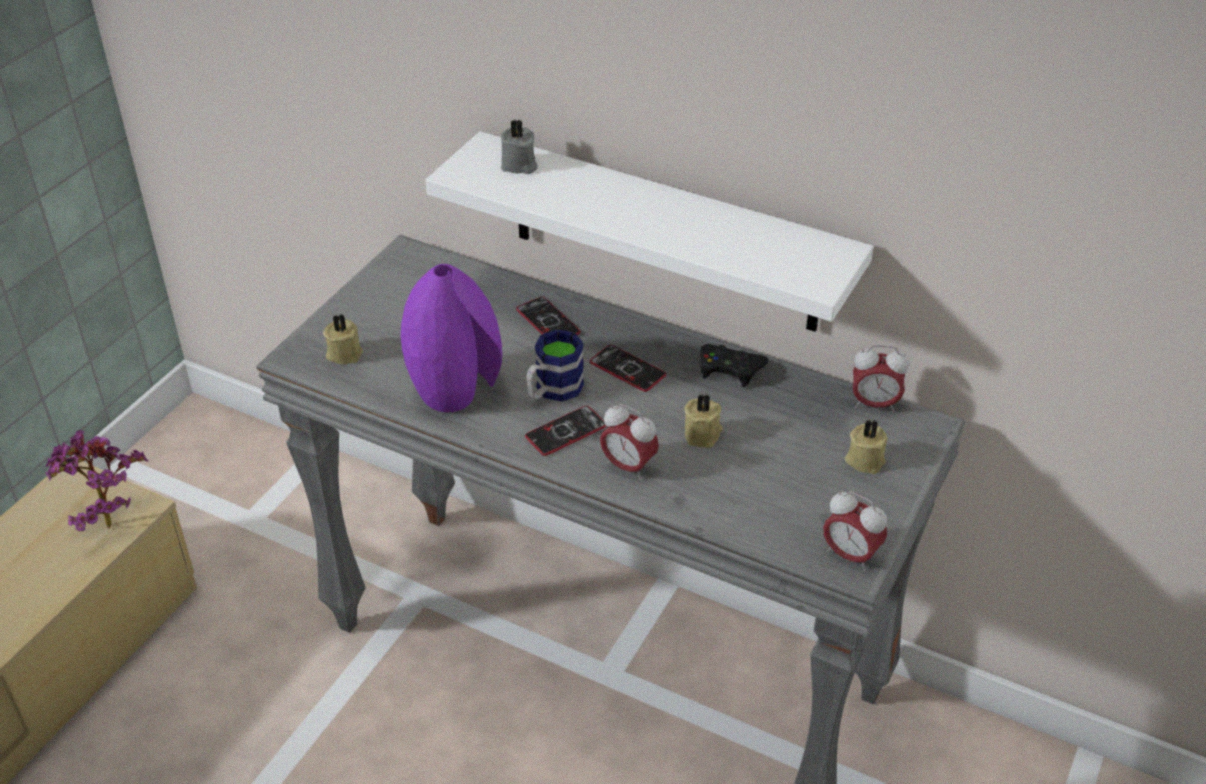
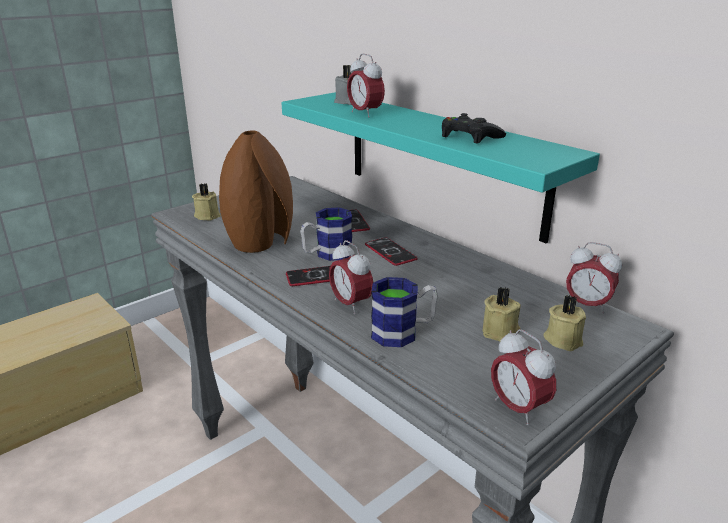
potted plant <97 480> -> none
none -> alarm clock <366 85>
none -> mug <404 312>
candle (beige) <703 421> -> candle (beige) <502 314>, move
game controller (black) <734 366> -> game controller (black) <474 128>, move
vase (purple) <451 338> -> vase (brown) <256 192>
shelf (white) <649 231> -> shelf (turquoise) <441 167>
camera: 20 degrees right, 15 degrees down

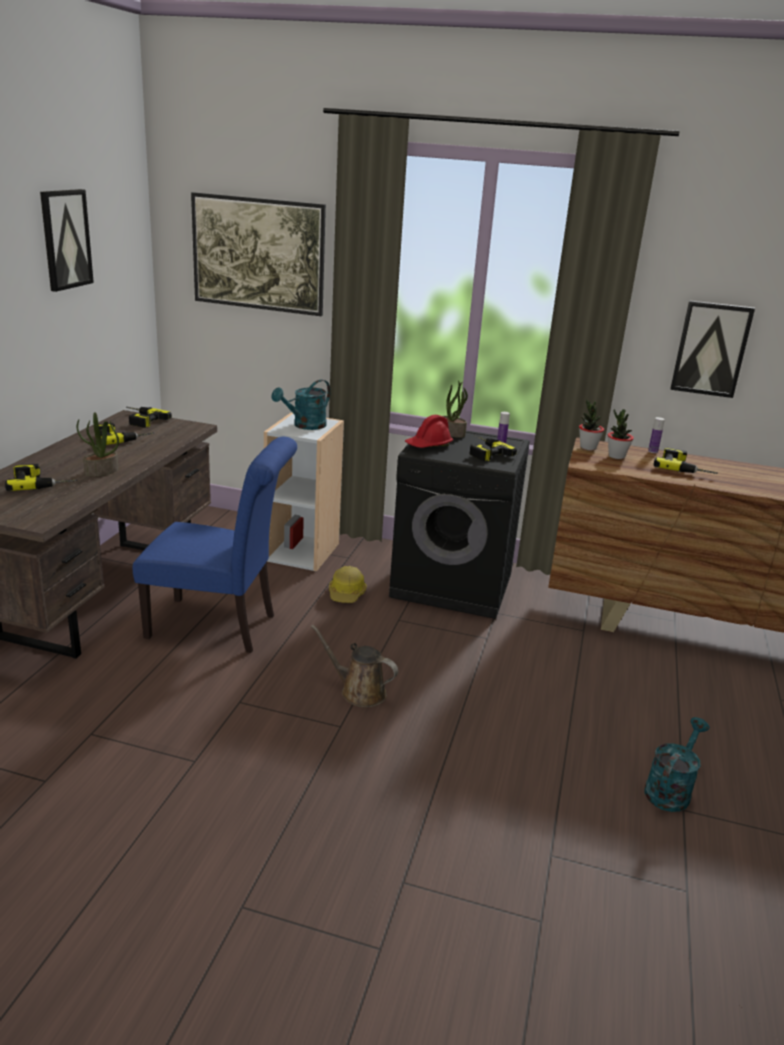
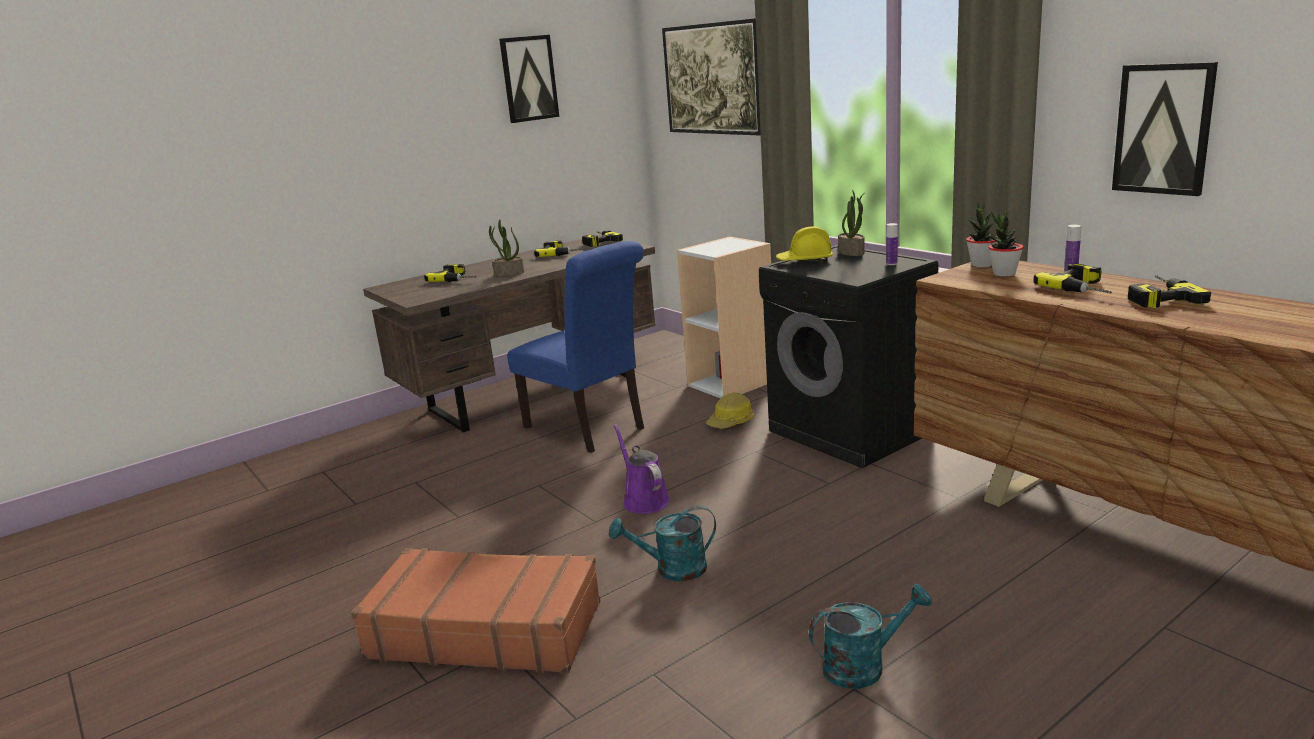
none -> suitcase (brown) <475 611>
watering can (turquoise) <301 405> -> watering can (turquoise) <662 543>, move
power drill <493 448> -> power drill <1169 292>, move
watering can (brown) <354 665> -> watering can (purple) <642 469>
hard hat (red) <429 431> -> hard hat (yellow) <804 244>
camera: 40 degrees right, 5 degrees down

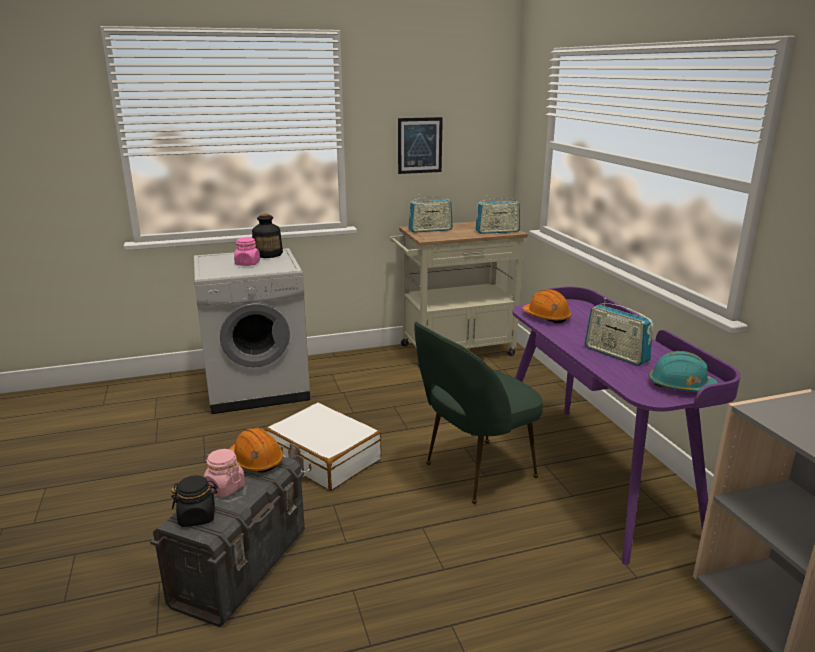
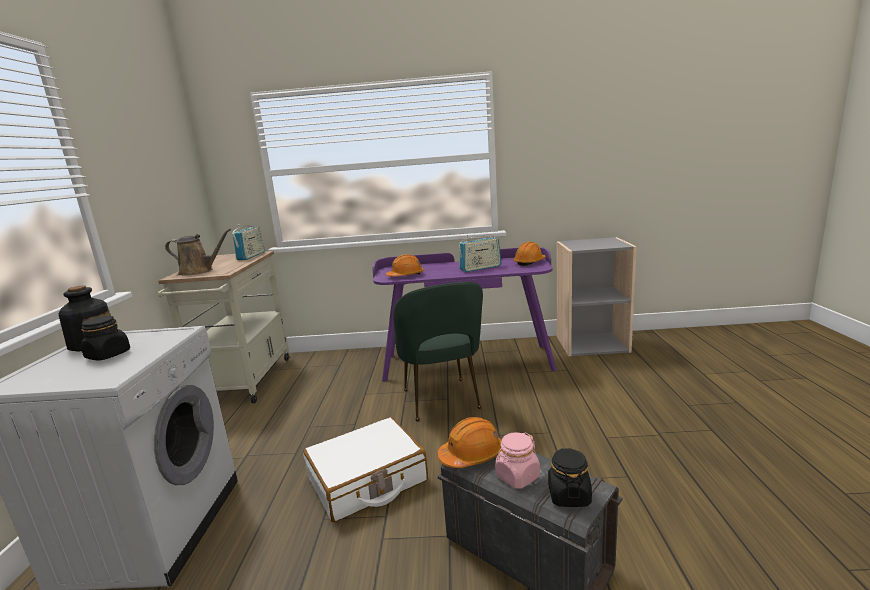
picture <420 145> -> none
radio <430 213> -> watering can (brown) <198 252>
jar (pink) <247 251> -> jar (black) <105 338>
hard hat (turquoise) <683 371> -> hard hat (orange) <530 254>
camera: 70 degrees left, 5 degrees down

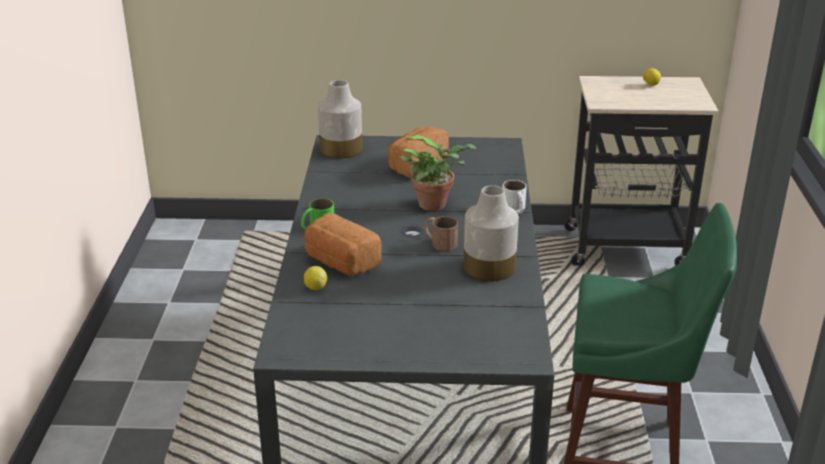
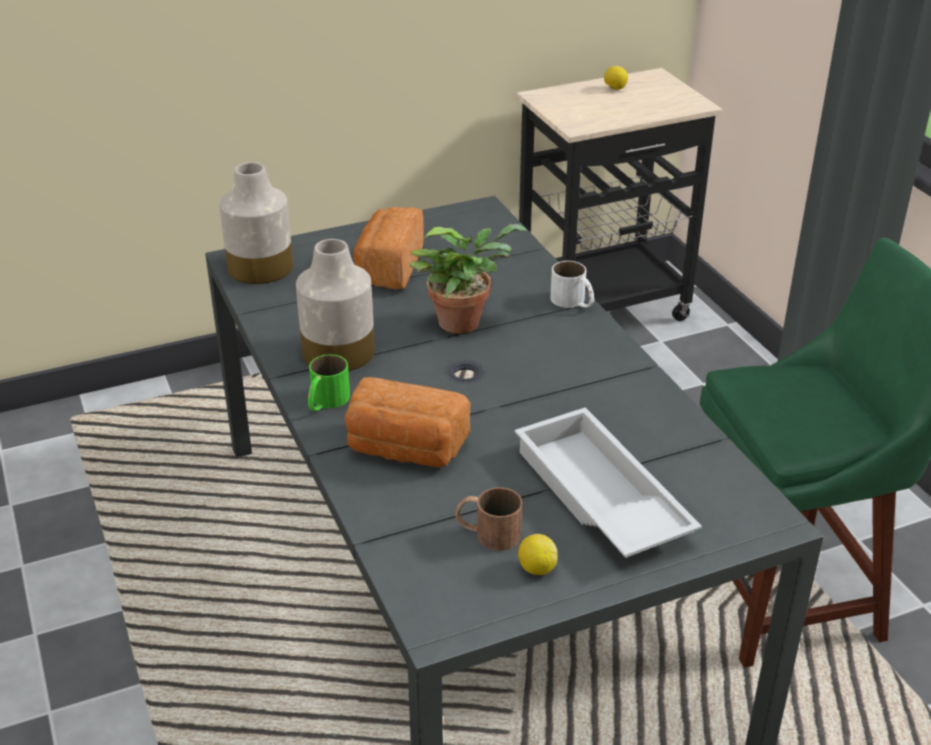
none -> tray (white) <608 482>
lemon <315 278> -> lemon <538 554>, move
mug (brown) <441 233> -> mug (brown) <488 519>, move
vase (beige) <491 233> -> vase (beige) <335 305>, move
camera: 25 degrees left, 5 degrees up

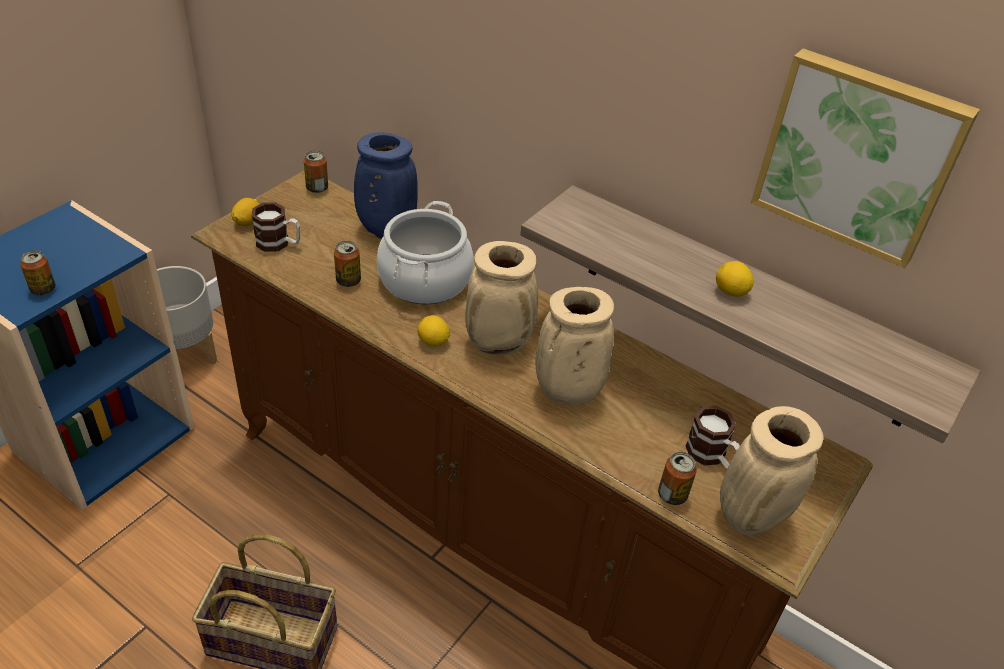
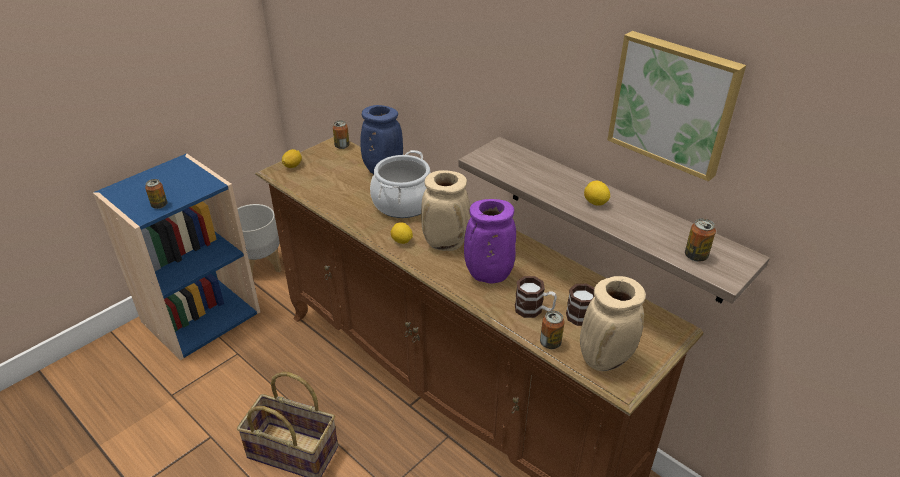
mug <276 227> -> mug <536 297>, move
can <347 264> -> can <700 240>, move
vase (beige) <574 346> -> vase (purple) <490 241>
camera: 10 degrees right, 5 degrees down

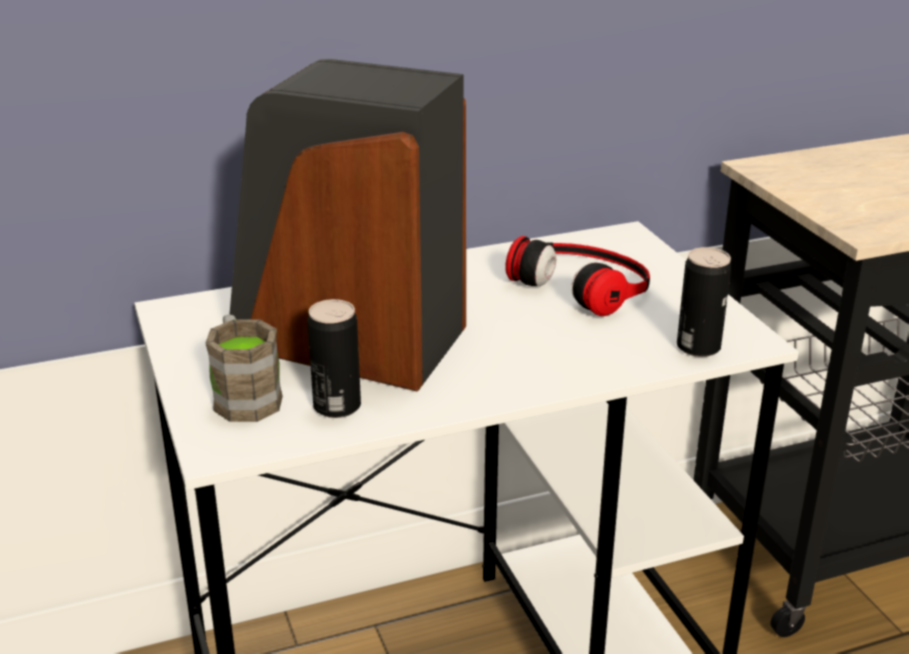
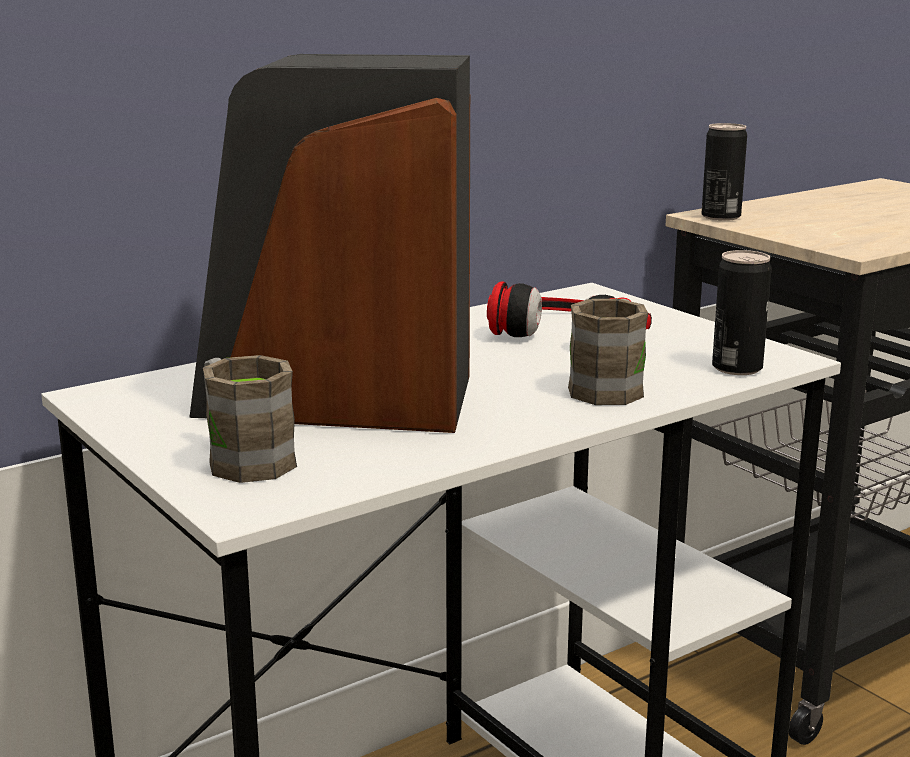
none -> mug (brown) <608 352>
can <334 358> -> can <724 172>, move
camera: 15 degrees left, 10 degrees down

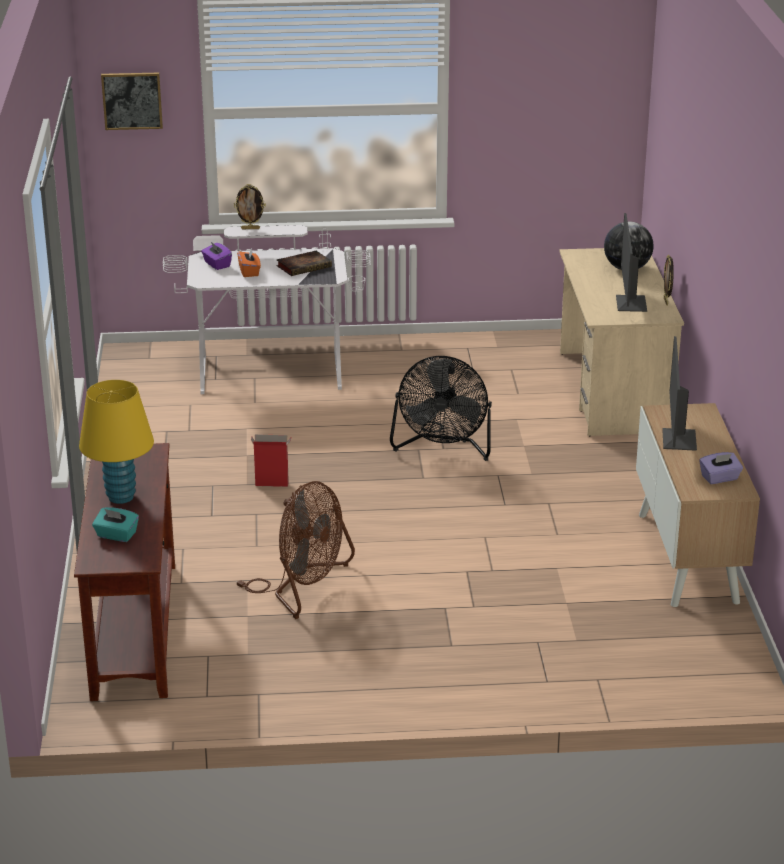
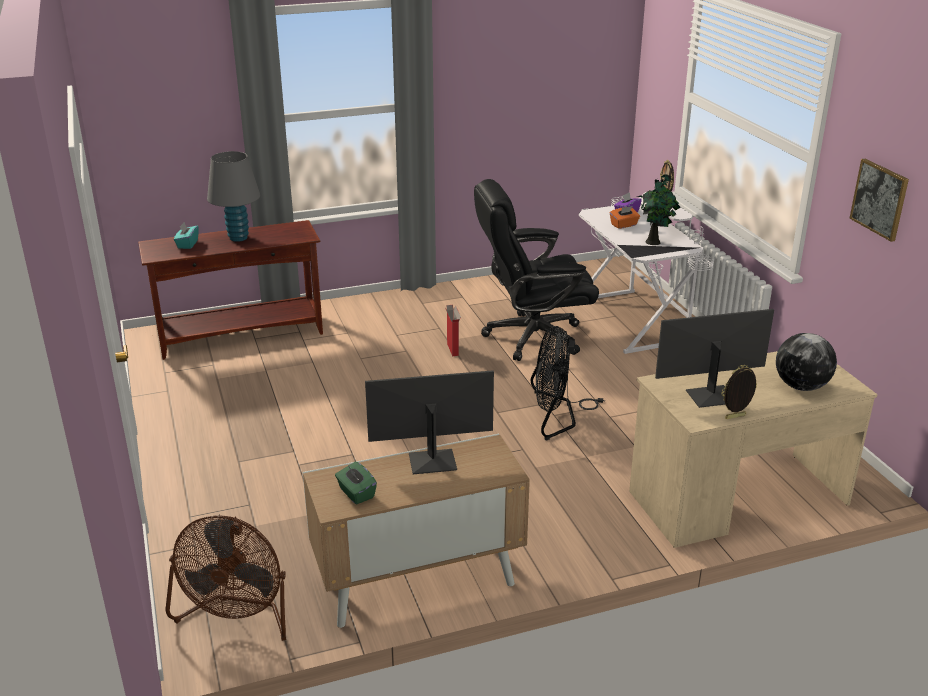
none -> office chair (black) <536 270>
picture <132 101> -> picture <879 200>, move
fan (brown) <295 550> -> fan (brown) <225 577>, move
book <304 263> -> potted plant <659 209>
table lamp (yellow) <116 442> -> table lamp (grey) <233 196>
tissue box (purple) <721 468> -> tissue box (green) <356 483>
camera: 75 degrees right, 0 degrees up

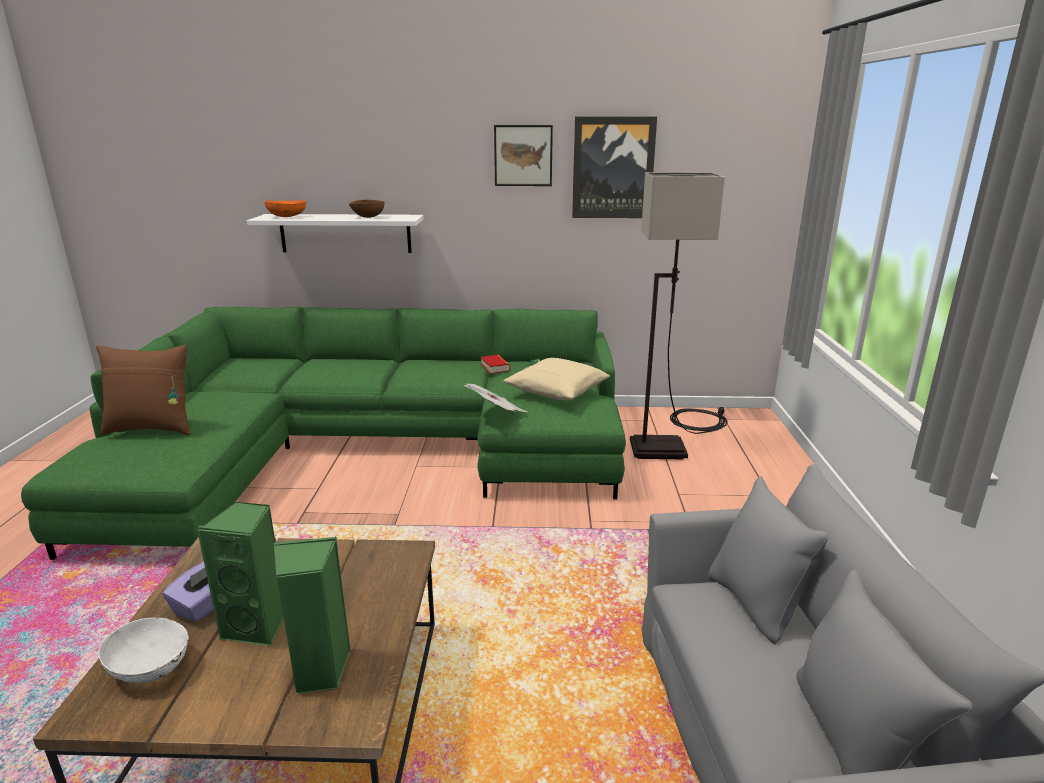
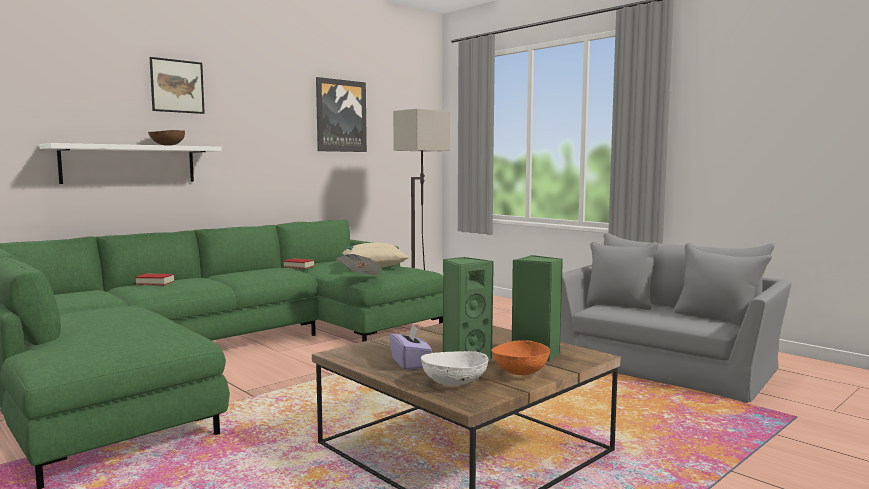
pillow (brown) <143 390> -> none
none -> book <155 279>
bowl (orange) <285 208> -> bowl (orange) <520 357>, move
picture <523 155> -> picture <177 85>, move
camera: 45 degrees left, 15 degrees down

